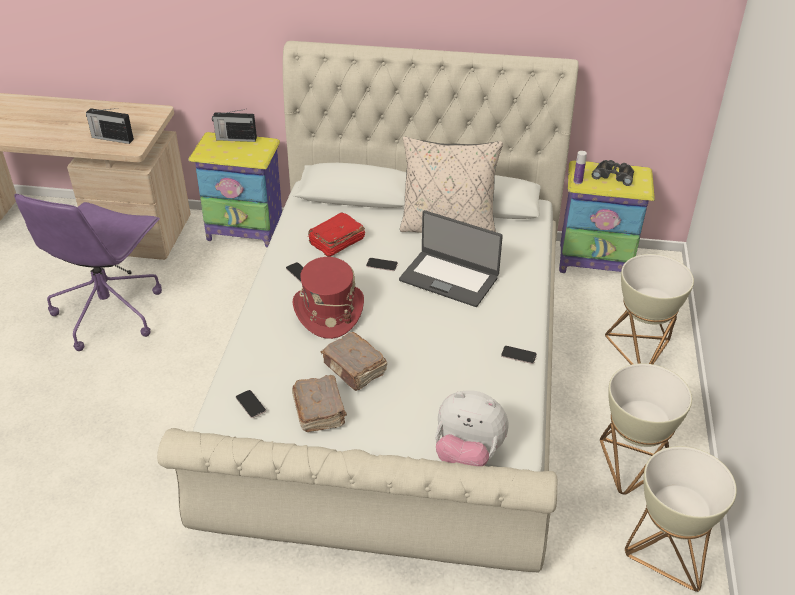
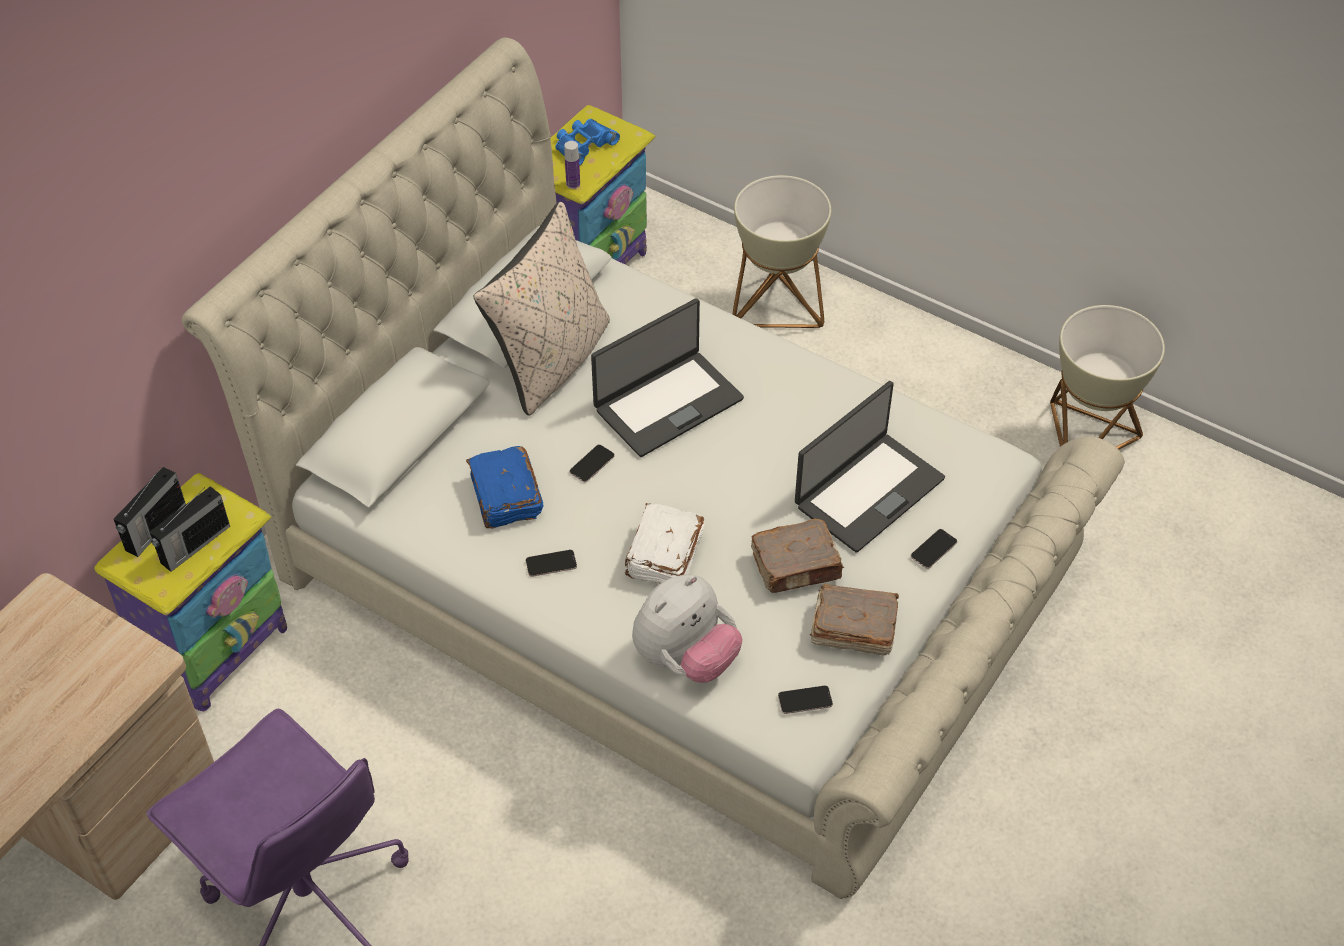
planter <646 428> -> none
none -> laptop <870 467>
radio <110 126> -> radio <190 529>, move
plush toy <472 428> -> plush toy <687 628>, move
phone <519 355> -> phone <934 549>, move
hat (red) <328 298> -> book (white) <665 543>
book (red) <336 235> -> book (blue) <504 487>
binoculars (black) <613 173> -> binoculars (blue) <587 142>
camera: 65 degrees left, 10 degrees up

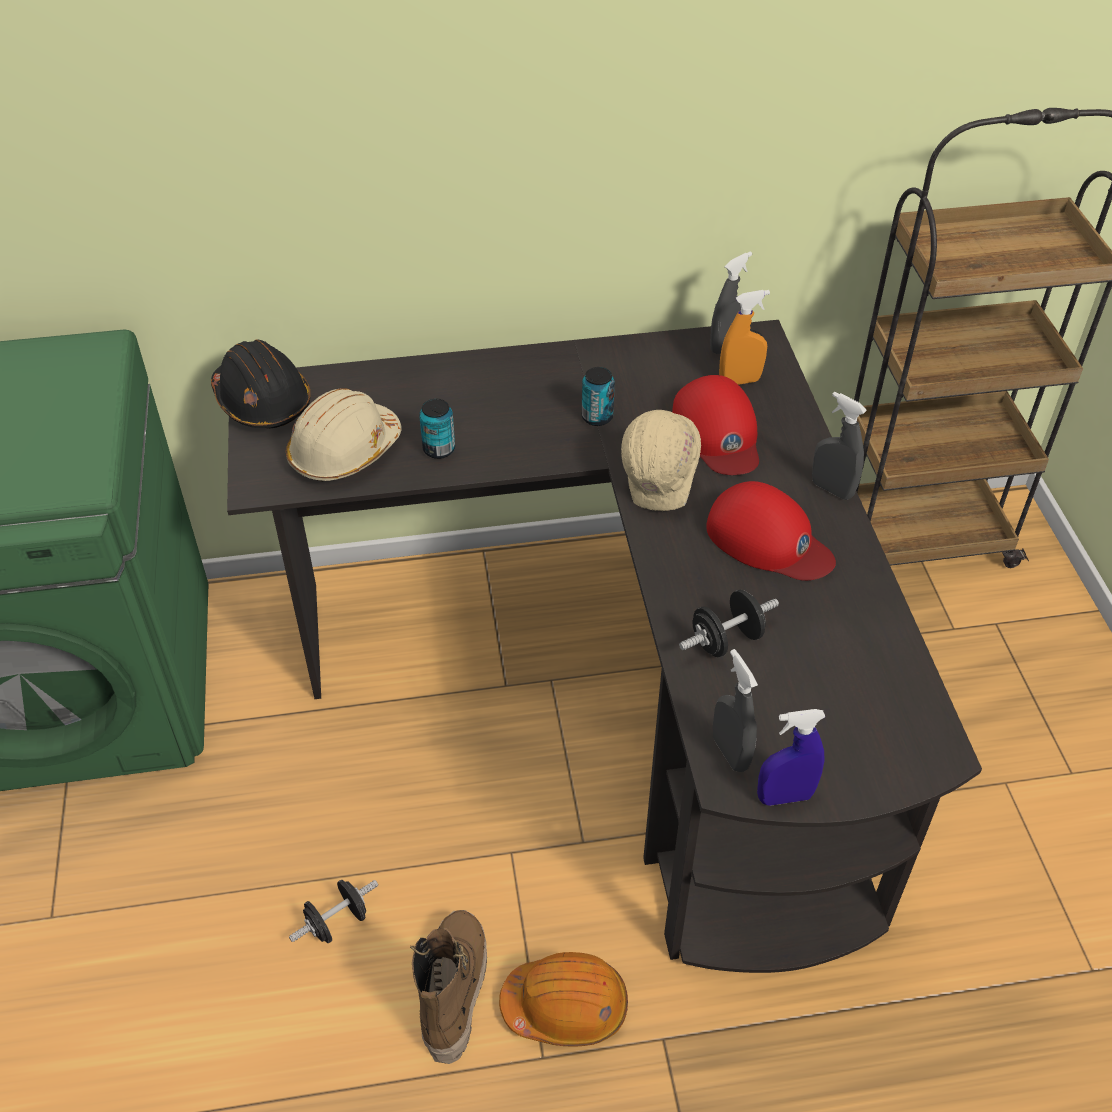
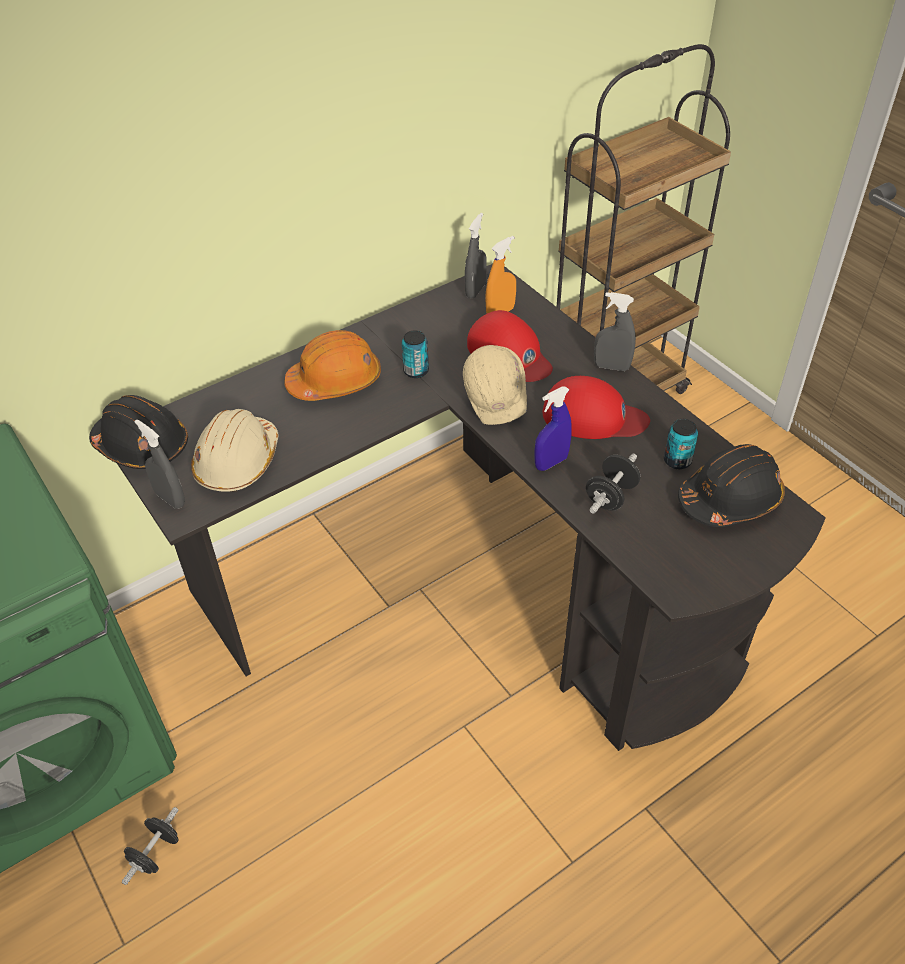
boot <448 987> -> none
none -> hard hat (black) <731 485>
dumbbell (black) <333 911> -> dumbbell (black) <150 846>, move
can <437 429> -> can <681 444>, move
hard hat (orange) <563 999> -> hard hat (orange) <332 365>, move
spray bottle (grey) <735 710> -> spray bottle (grey) <160 463>, move
spray bottle (blue) <791 757> -> spray bottle (blue) <553 428>, move
camera: 25 degrees left, 0 degrees up

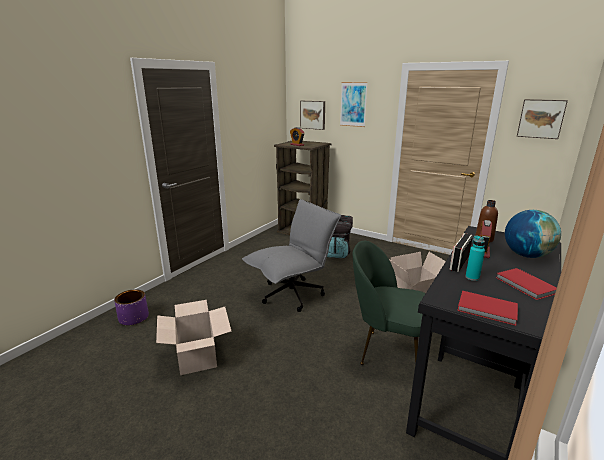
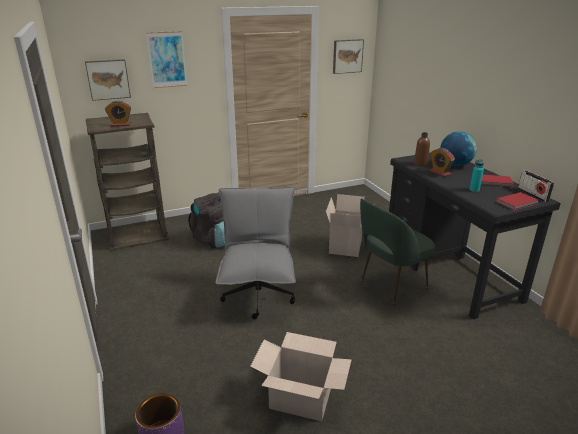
radio <461 252> -> radio <536 186>, move
camera: 55 degrees left, 5 degrees up

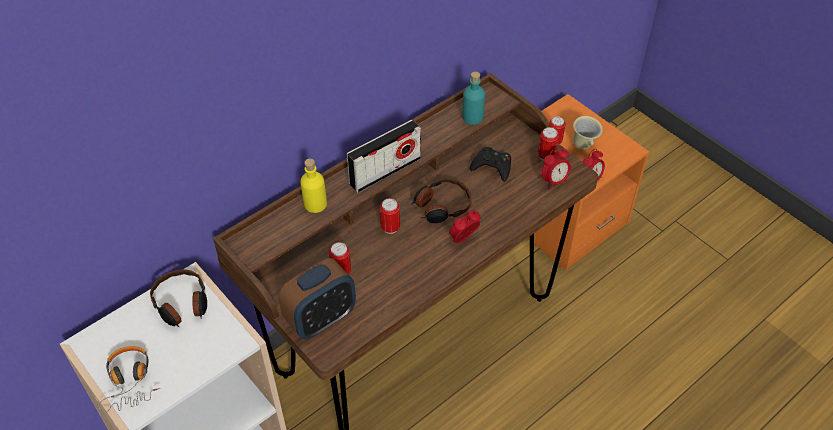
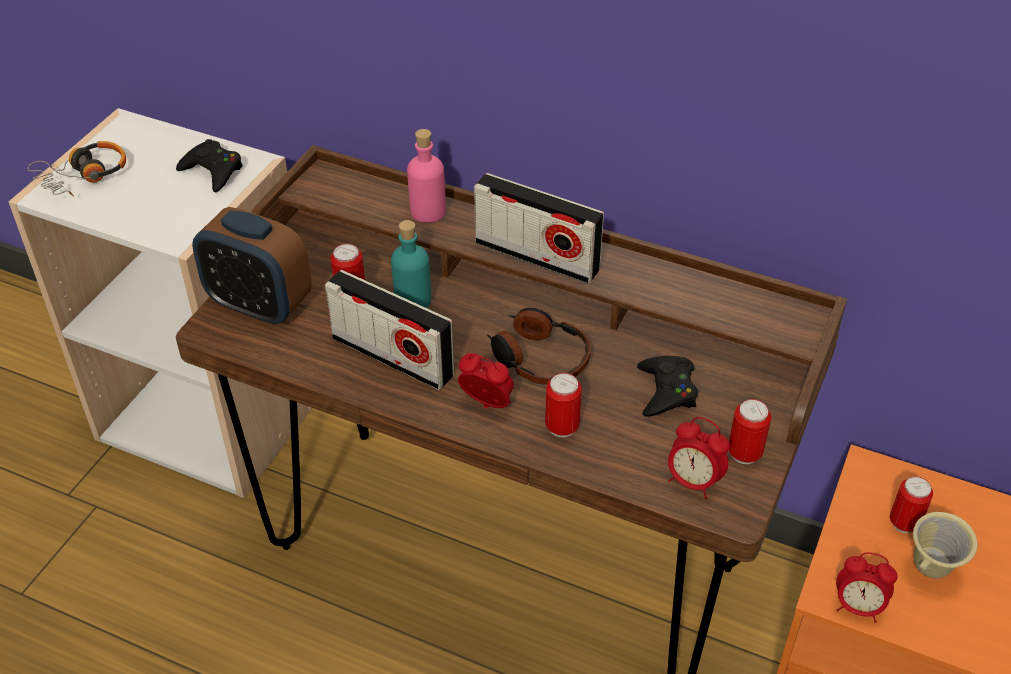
none -> radio <389 330>
can <390 216> -> can <563 405>, move
bottle (turquoise) <473 98> -> bottle (turquoise) <411 264>, move
headphones <178 298> -> game controller (black) <209 165>
bottle (yellow) <313 186> -> bottle (pink) <426 176>
camera: 65 degrees right, 5 degrees down

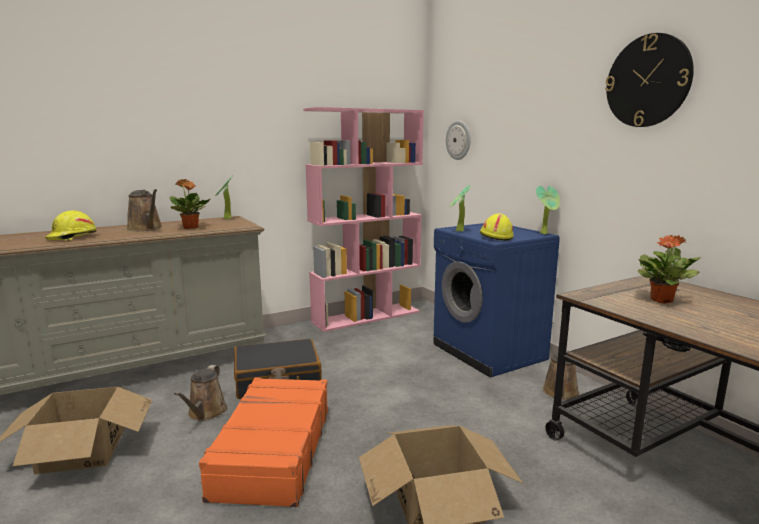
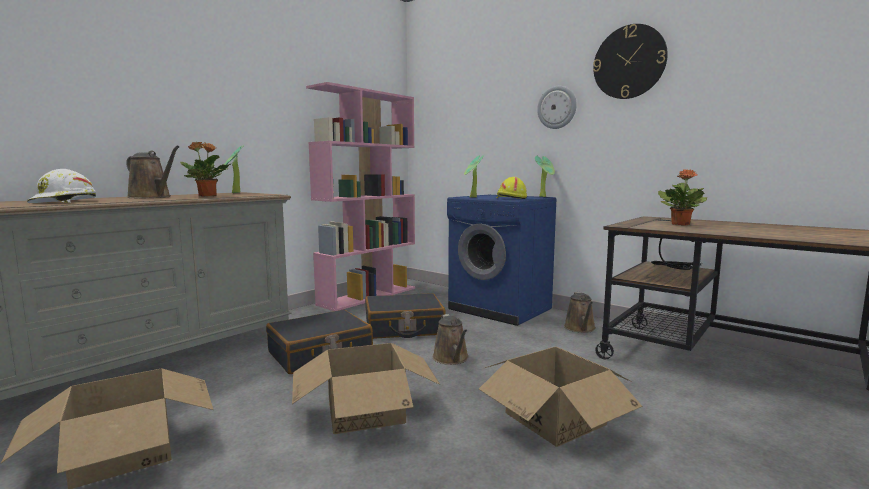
none -> suitcase (black) <405 316>
watering can (brown) <200 393> -> watering can (brown) <451 339>, move
wall clock <458 140> -> wall clock <557 107>, move
suitcase (orange) <263 442> -> cardboard box <366 388>
hard hat (yellow) <70 225> -> hard hat (white) <61 186>
camera: 20 degrees left, 5 degrees down

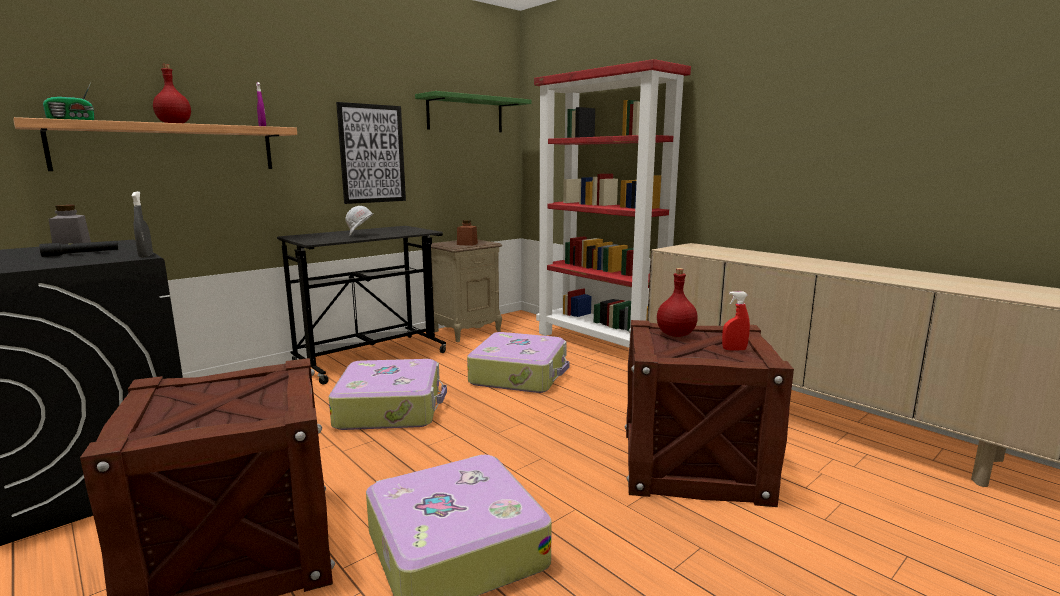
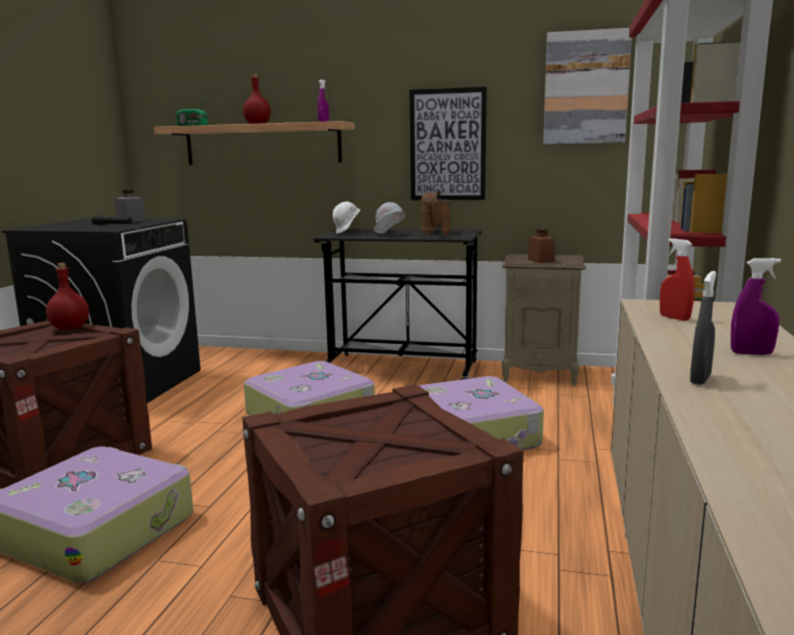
none -> hard hat (white) <346 218>
none -> watering can (brown) <436 212>
none -> spray bottle (purple) <756 306>
spray bottle (grey) <142 224> -> spray bottle (grey) <703 328>, move
bottle (red) <677 302> -> bottle (red) <67 296>, move
spray bottle (red) <736 321> -> spray bottle (red) <677 279>, move
shelf (green) <473 111> -> picture <587 86>
camera: 55 degrees right, 0 degrees up

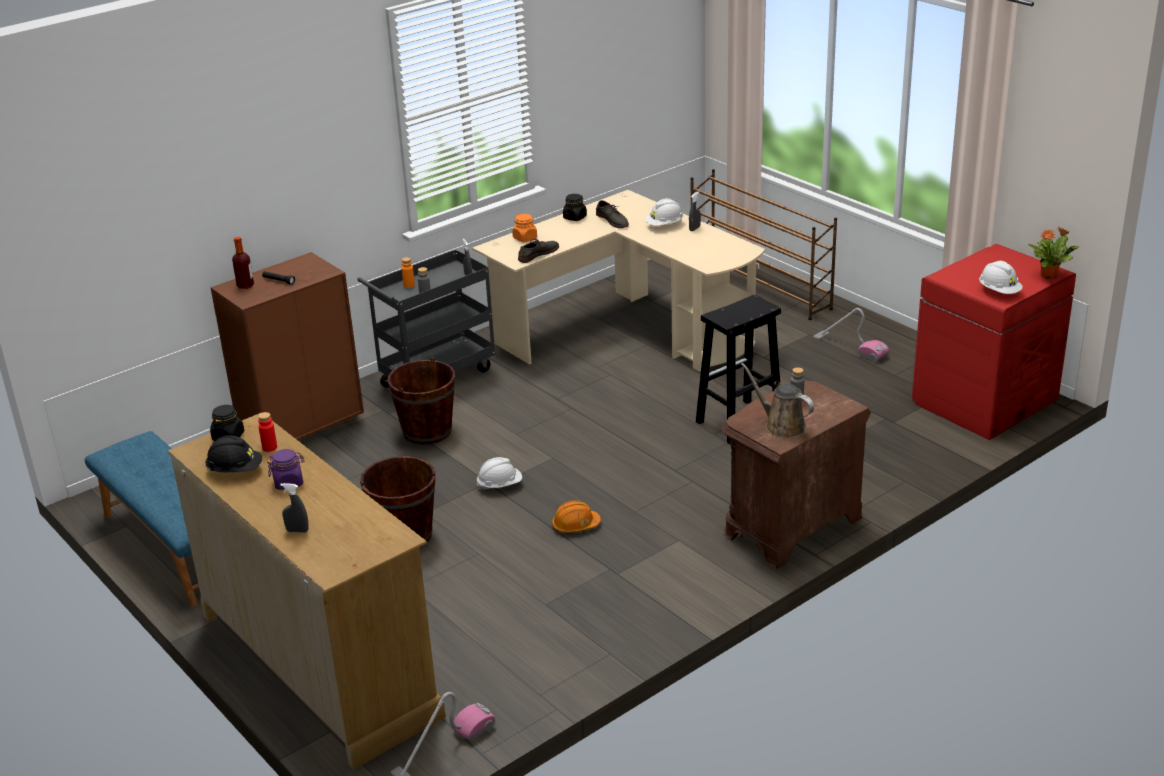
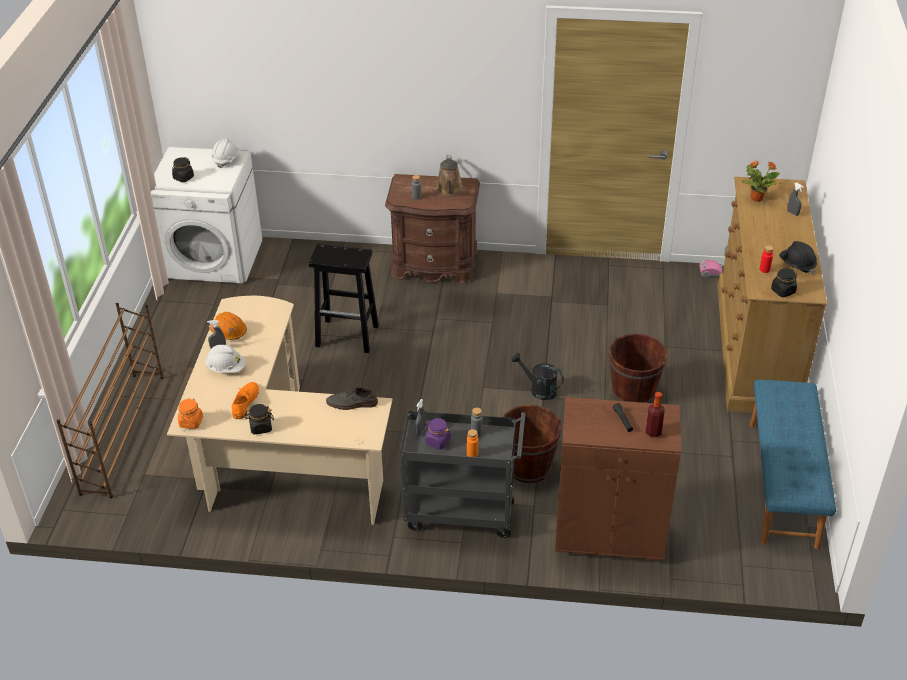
vacuum cleaner <851 335> -> none
none -> jar (black) <183 169>
jar (purple) <285 469> -> jar (purple) <438 434>, move
jar (orange) <524 228> -> jar (orange) <190 413>, move
hard hat (orange) <576 516> -> hard hat (orange) <228 326>, move
potted plant <1054 253> -> potted plant <761 181>, move
hard hat (white) <499 473> -> watering can (black) <537 376>
shoe (grey) <612 214> -> shoe (orange) <245 400>
washing machine (red) <994 342> -> washing machine (white) <206 215>
camera: 135 degrees left, 10 degrees up

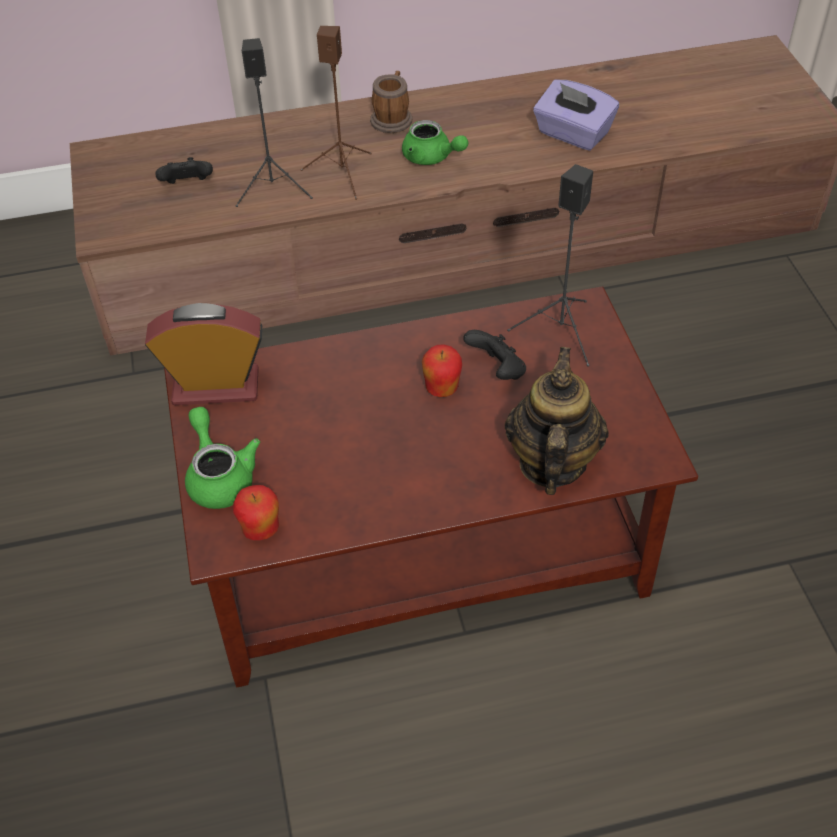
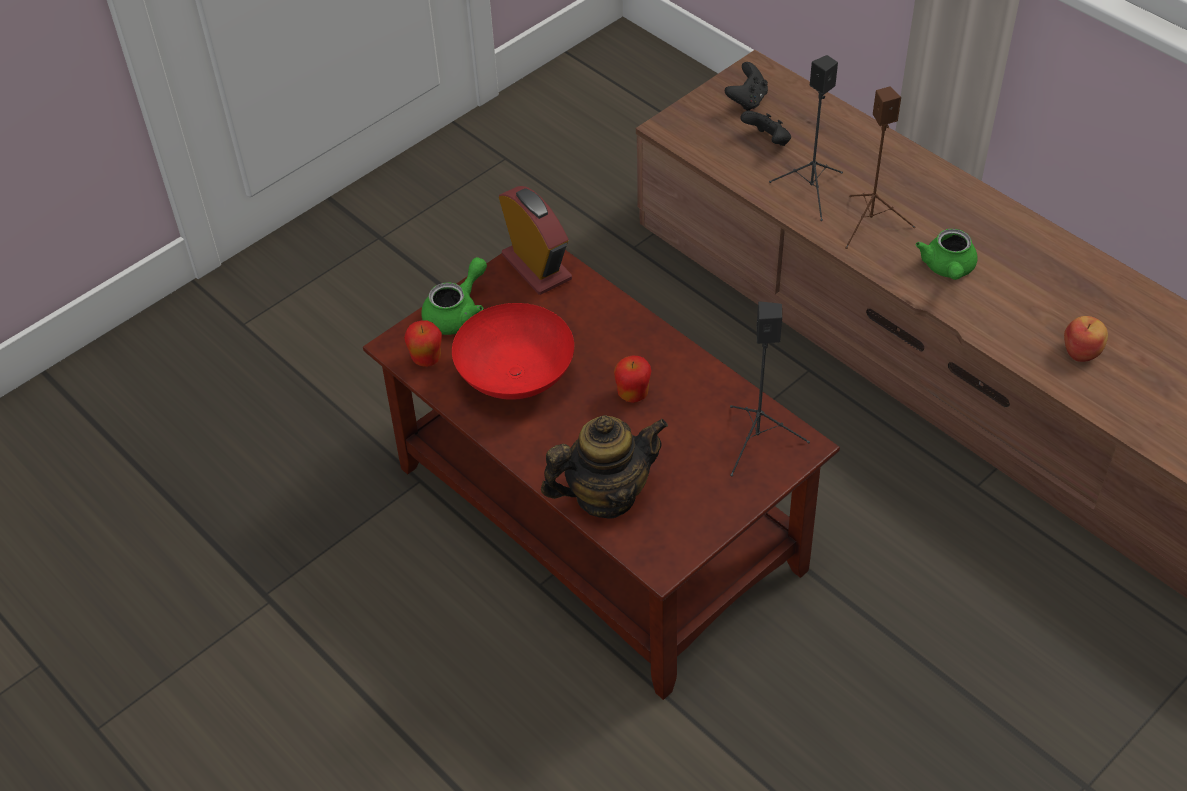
mug <391 102> -> none
none -> bowl (red) <513 351>
game controller (black) <494 355> -> game controller (black) <746 86>, move
tissue box (purple) <576 115> -> apple <1086 339>
camera: 60 degrees right, 0 degrees up

